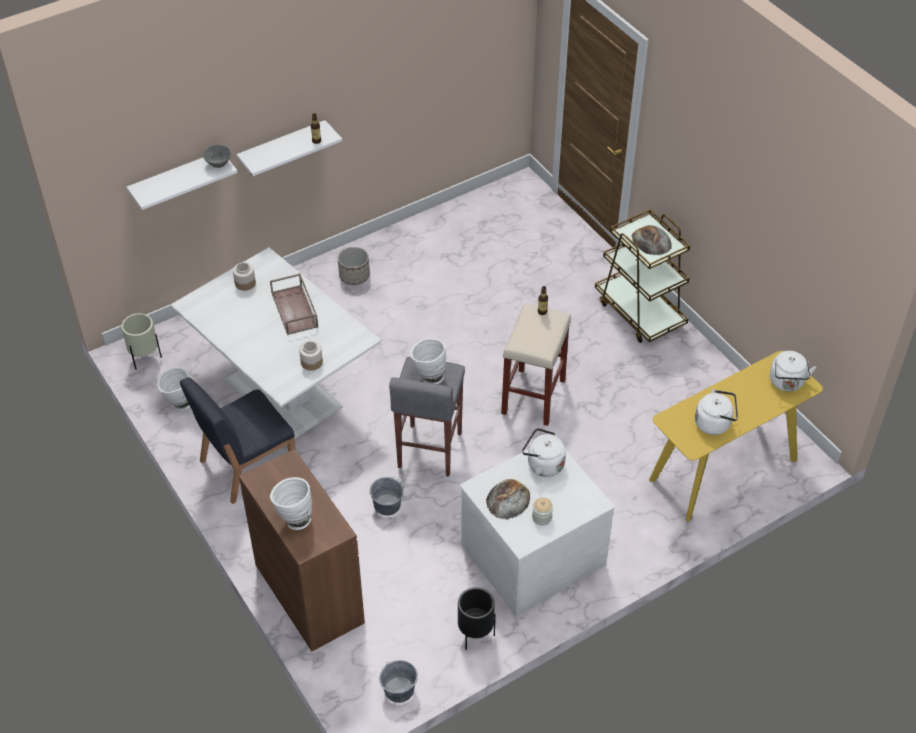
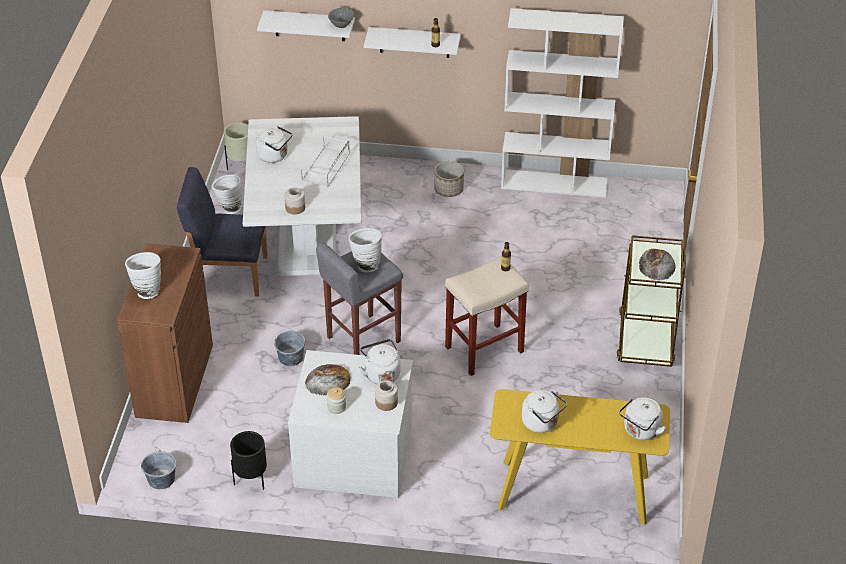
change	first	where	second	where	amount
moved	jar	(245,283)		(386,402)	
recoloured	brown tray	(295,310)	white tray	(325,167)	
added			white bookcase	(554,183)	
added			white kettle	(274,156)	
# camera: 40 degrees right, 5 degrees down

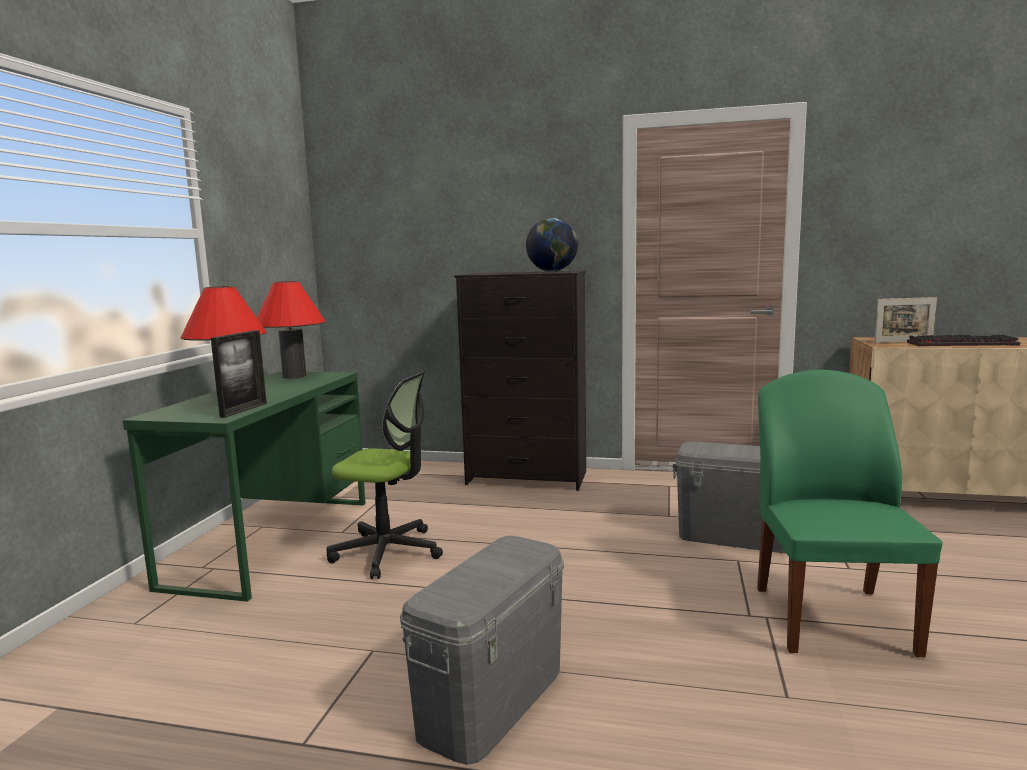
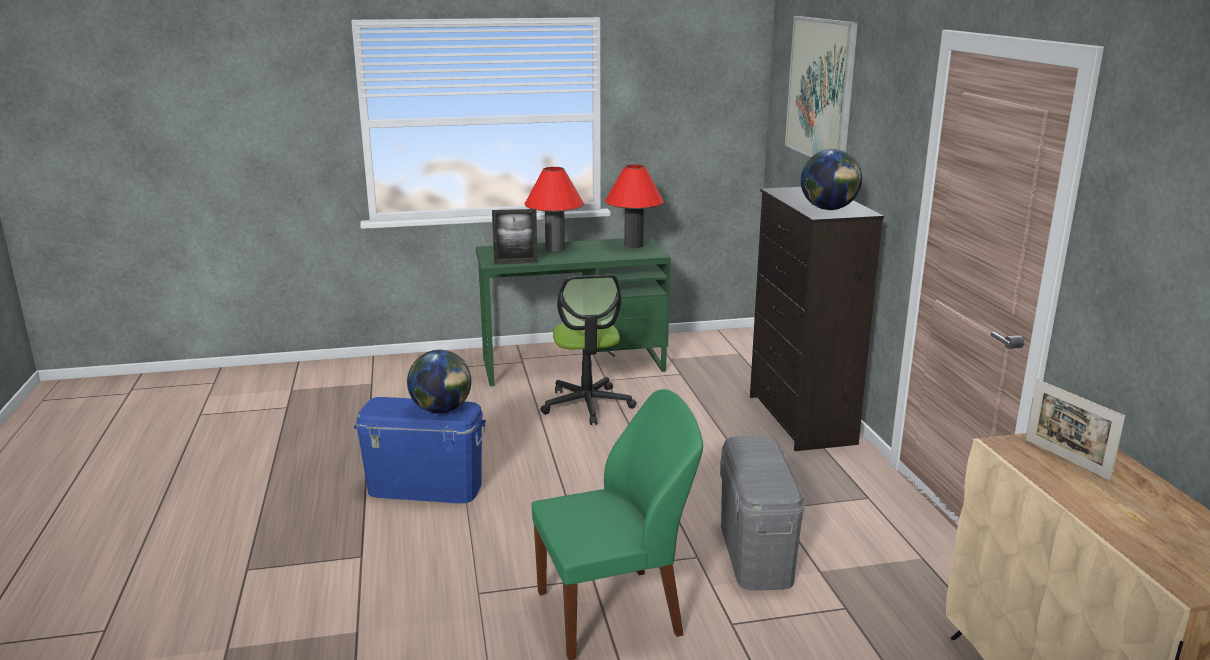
change	first	where	second	where	amount
removed	keyboard	(962,344)			
recoloured	grey storage box	(492,700)	blue storage box	(425,487)	
added			picture	(821,89)	
added			globe	(441,410)	
# camera: 65 degrees right, 10 degrees up

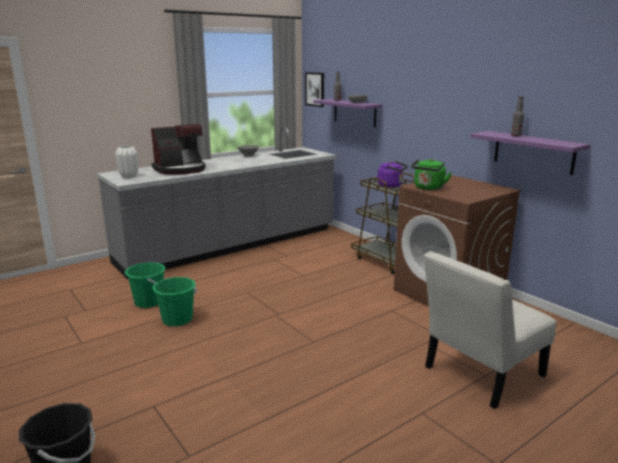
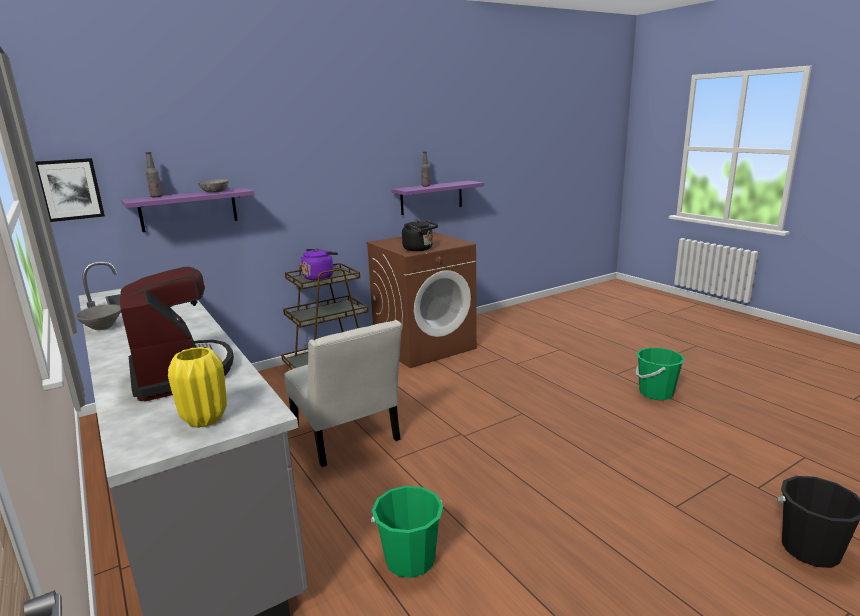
change	first	where	second	where	amount
recoloured	white vase	(129,176)	yellow vase	(204,420)	
recoloured	green kettle	(428,188)	black kettle	(419,249)	
moved	white chair	(479,374)		(347,437)	
moved	green bucket	(177,319)		(656,393)	
# camera: 85 degrees left, 0 degrees up

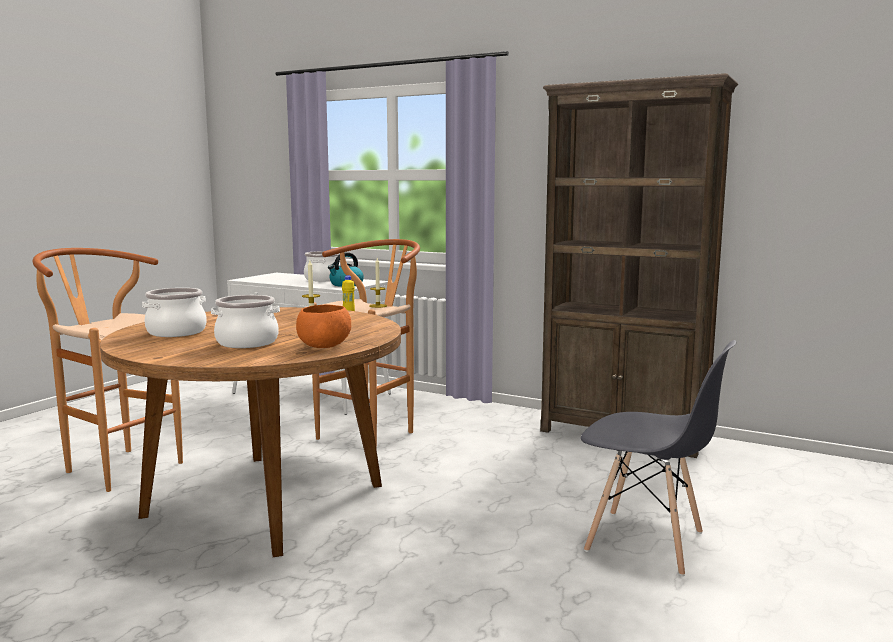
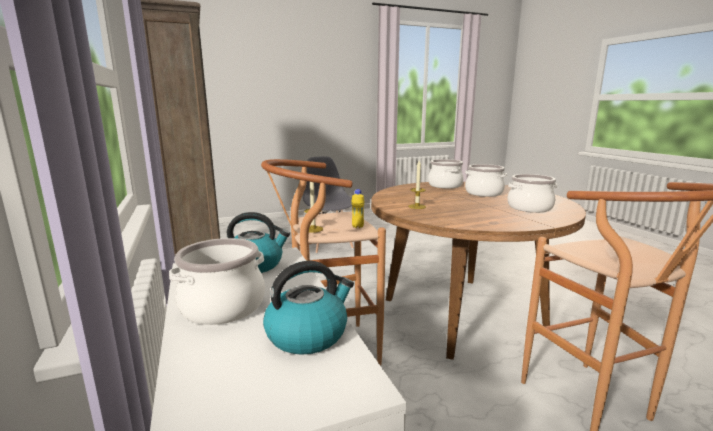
change	first	where	second	where	amount
replaced	orange bowl	(323,346)	cooking pot	(445,185)	
added			kettle	(308,334)	
# camera: 140 degrees left, 5 degrees up

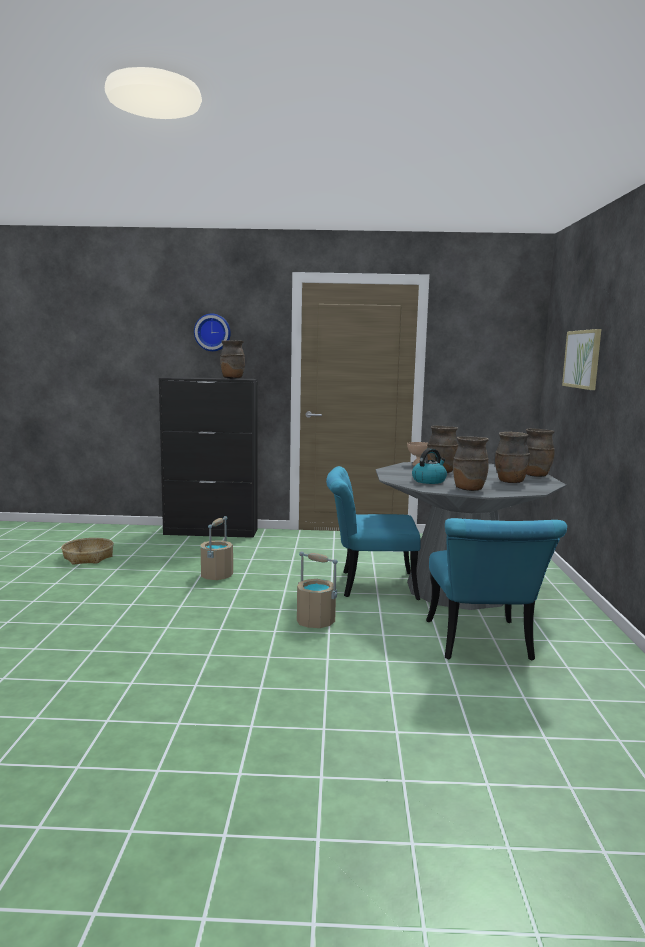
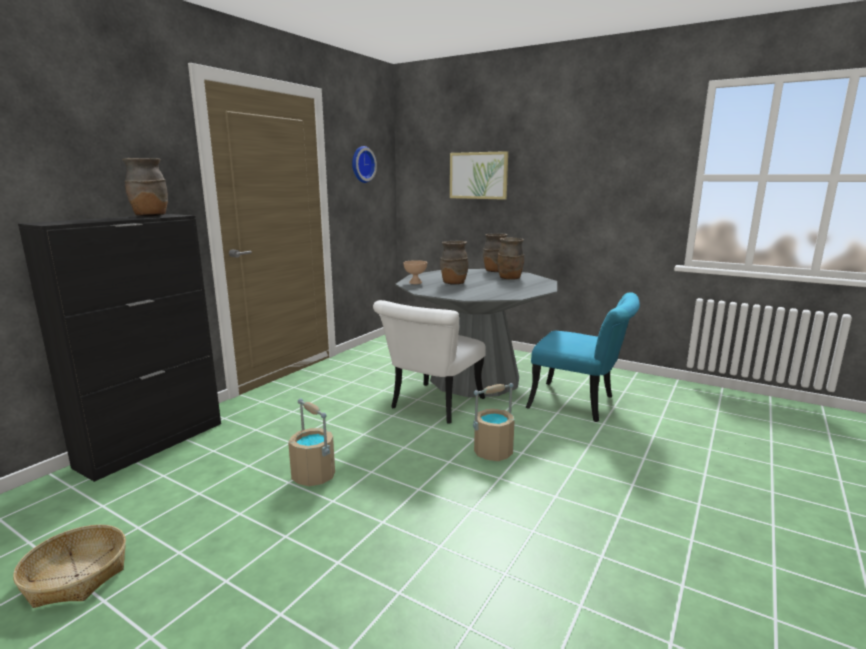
change	first	where	second	where	amount
moved	wall clock	(212,332)		(361,164)	
removed	brown vase	(468,489)			
removed	kettle	(429,481)			
recoloured	turquoise chair	(368,585)	white chair	(432,407)	
# camera: 60 degrees left, 5 degrees up

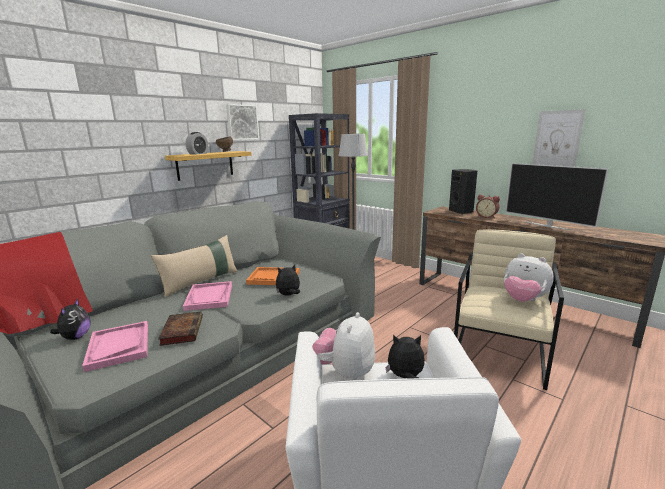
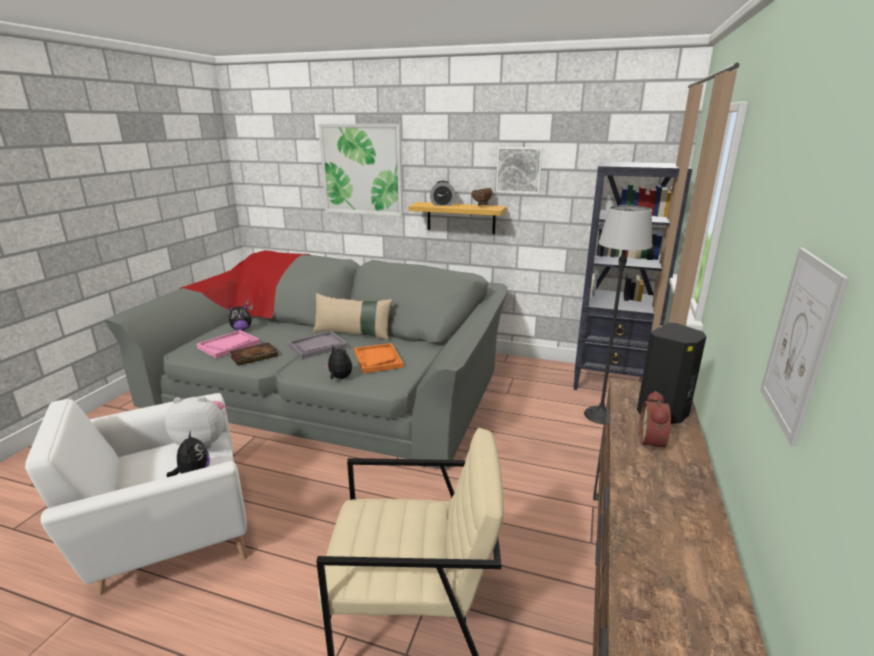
change	first	where	second	where	amount
removed	television	(547,225)			
removed	plush toy	(523,300)			
recoloured	pink tray	(209,297)	grey tray	(317,346)	
added			picture	(362,170)	
# camera: 65 degrees right, 5 degrees up

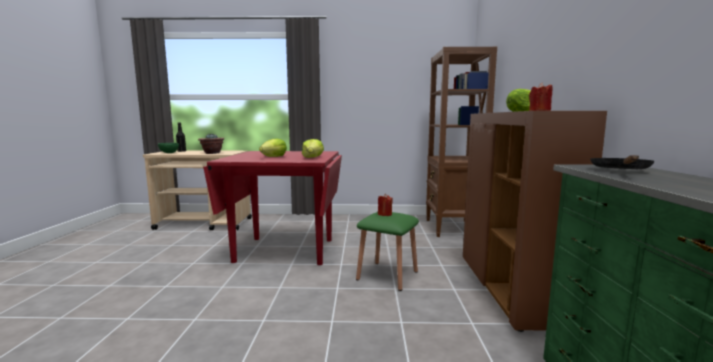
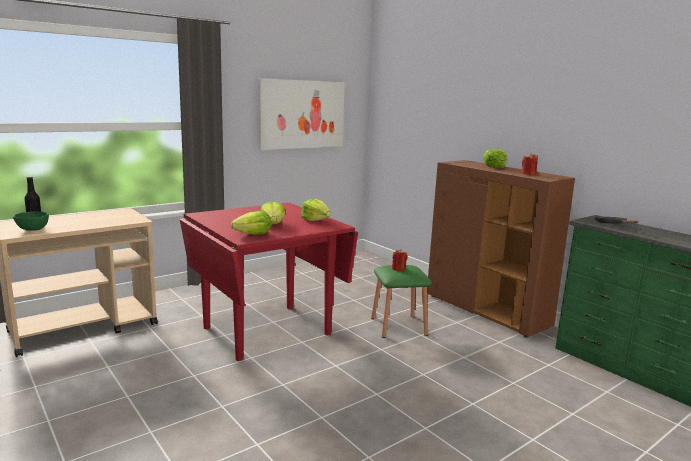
change	first	where	second	where	amount
removed	brown bookcase	(452,228)			
removed	potted plant	(212,153)			
added			picture	(302,114)	
added			lettuce	(253,234)	
# camera: 40 degrees left, 5 degrees up

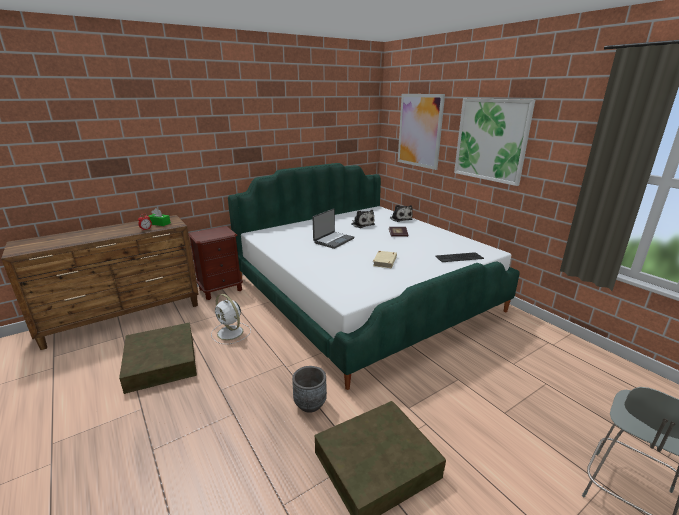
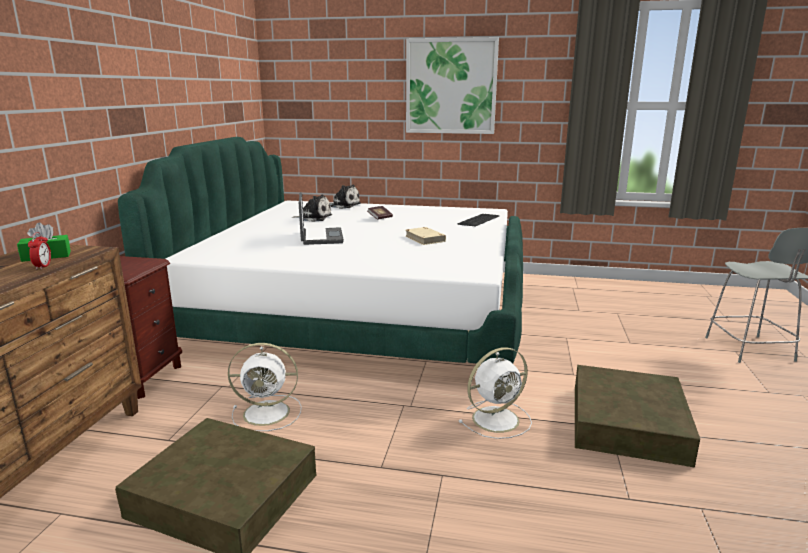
change	first	where	second	where	amount
removed	picture	(419,130)			
replaced	grey planter	(310,403)	white fan	(497,419)	
# camera: 45 degrees left, 5 degrees down

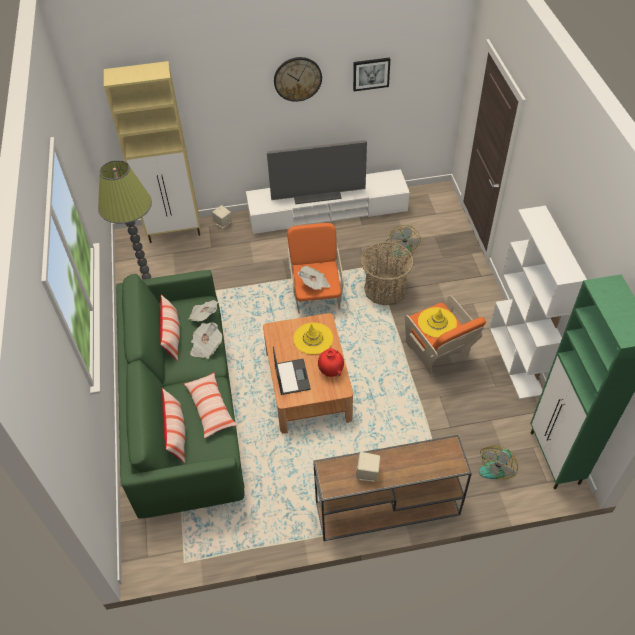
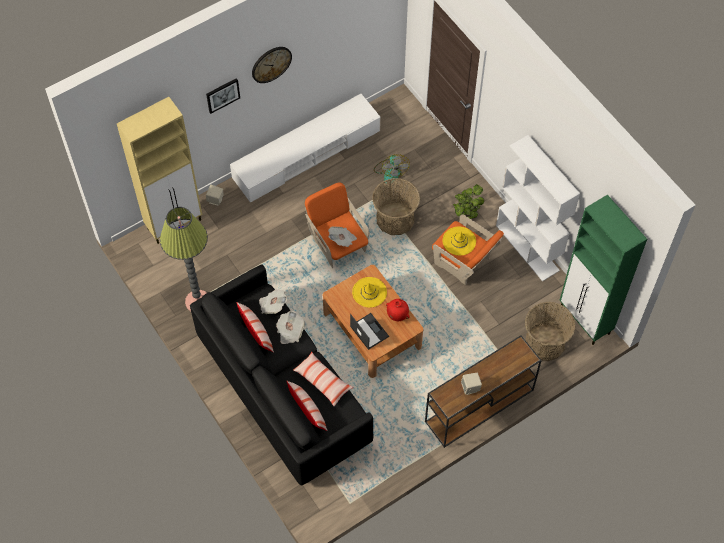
change	first	where	second	where	amount
moved	picture	(371,73)		(222,95)	
removed	television	(317,193)			
recoloured	green sofa	(185,411)	black sofa	(283,389)	
replaced	fan	(496,466)	basket	(545,342)	
added			potted plant	(466,213)	
# camera: 25 degrees left, 10 degrees up

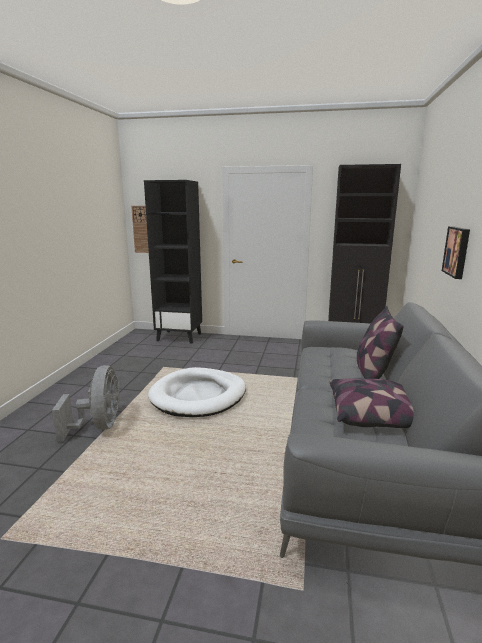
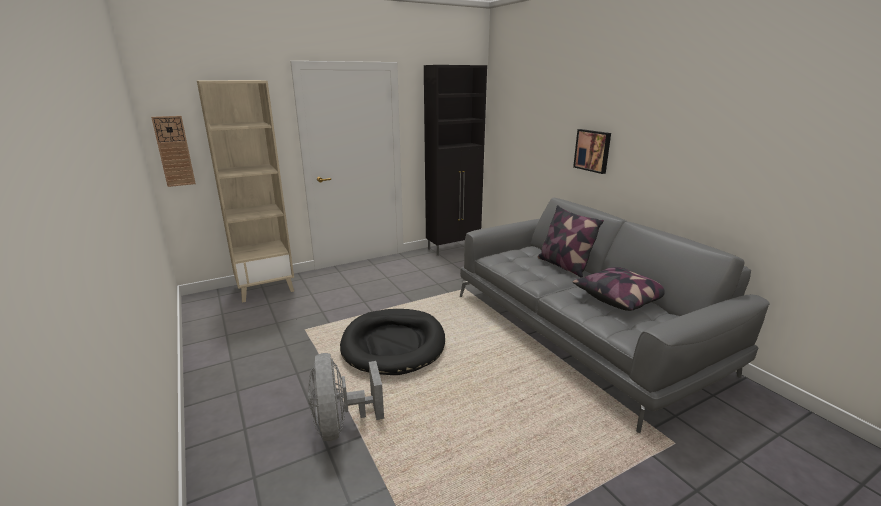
change	first	where	second	where	amount
recoloured	black bookcase	(179,337)	beige bookcase	(266,288)	
turned	grey fan	(99,426)		(341,424)	150 degrees counterclockwise
recoloured	white dog bed	(198,396)	black dog bed	(393,344)	
# camera: 40 degrees left, 5 degrees up

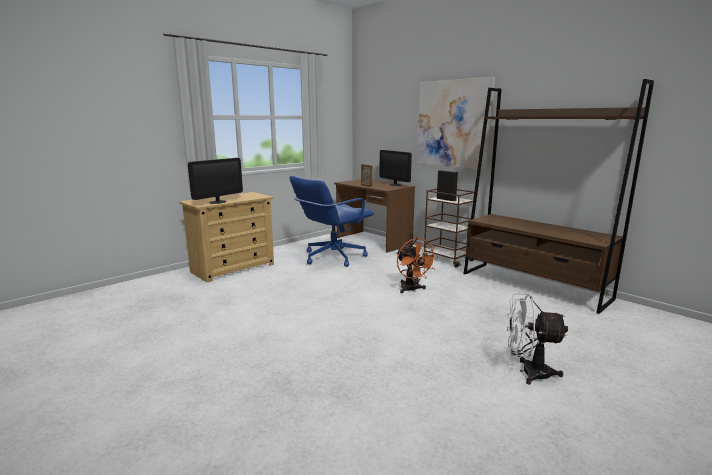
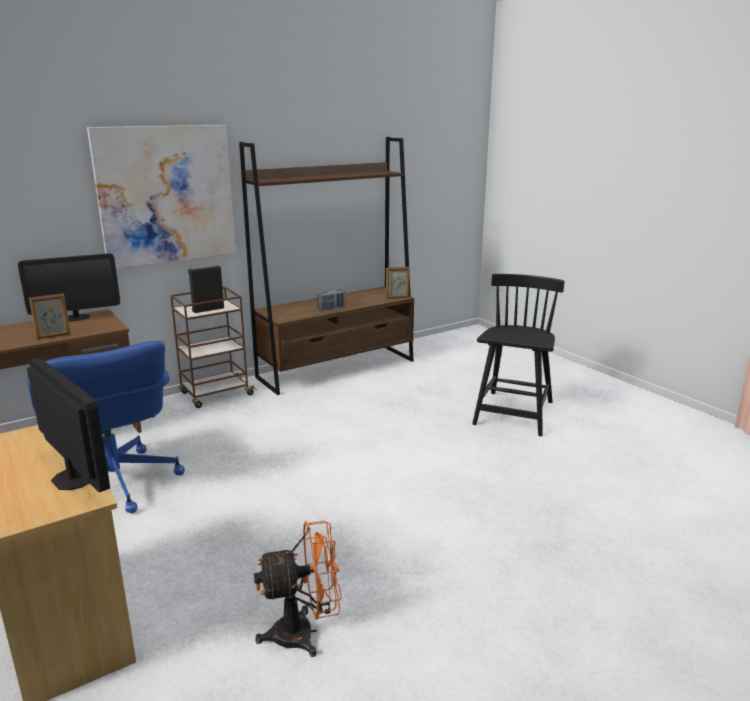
change	first	where	second	where	amount
moved	orange fan	(412,290)		(304,633)	
replaced	white fan	(528,372)	black chair	(514,414)	
added			picture frame	(397,297)	
added			radio	(331,308)	
# camera: 80 degrees left, 5 degrees up

